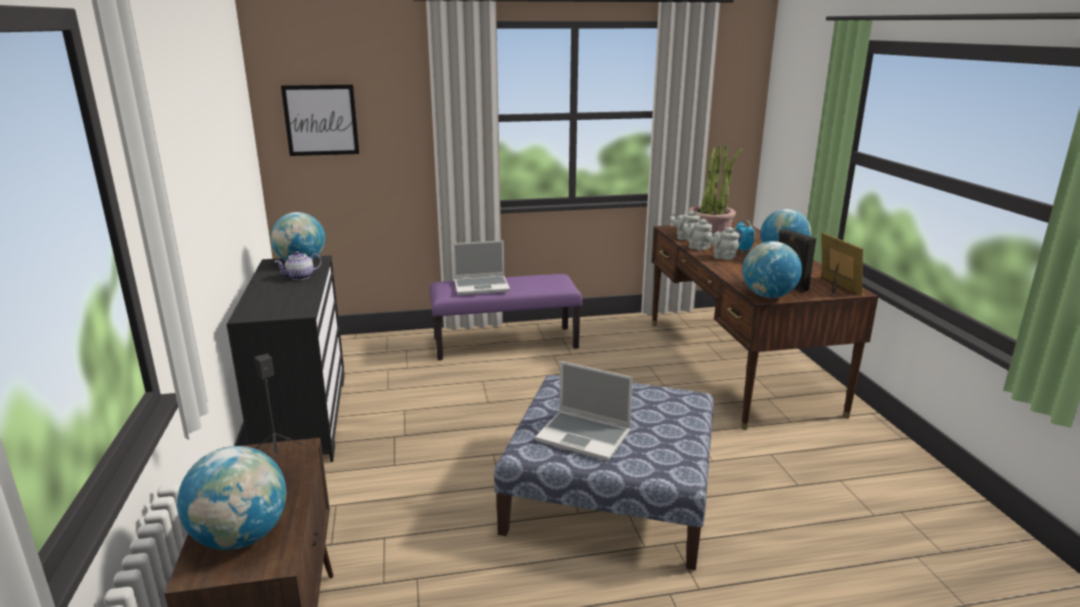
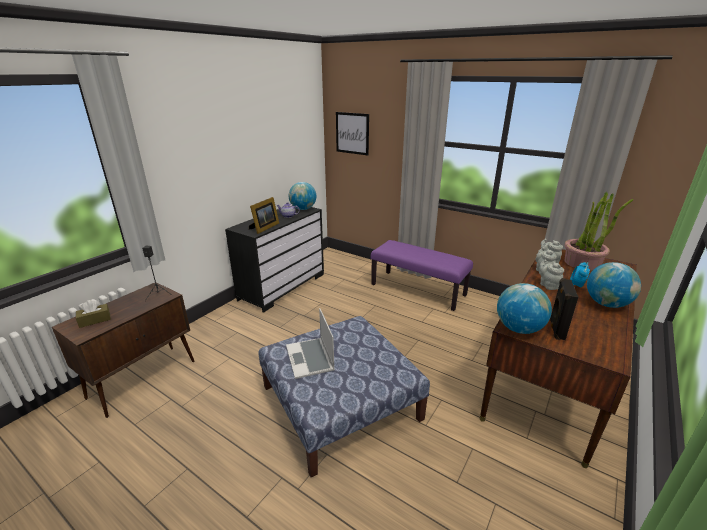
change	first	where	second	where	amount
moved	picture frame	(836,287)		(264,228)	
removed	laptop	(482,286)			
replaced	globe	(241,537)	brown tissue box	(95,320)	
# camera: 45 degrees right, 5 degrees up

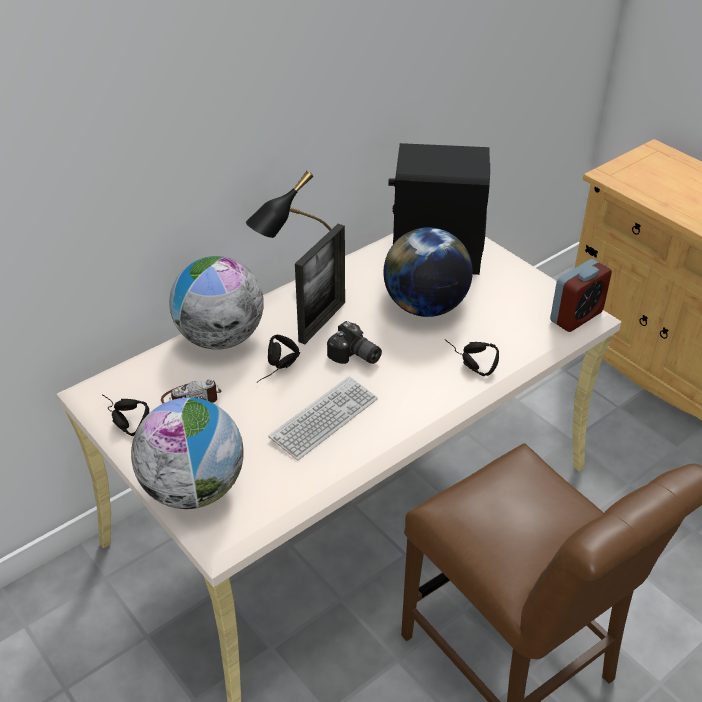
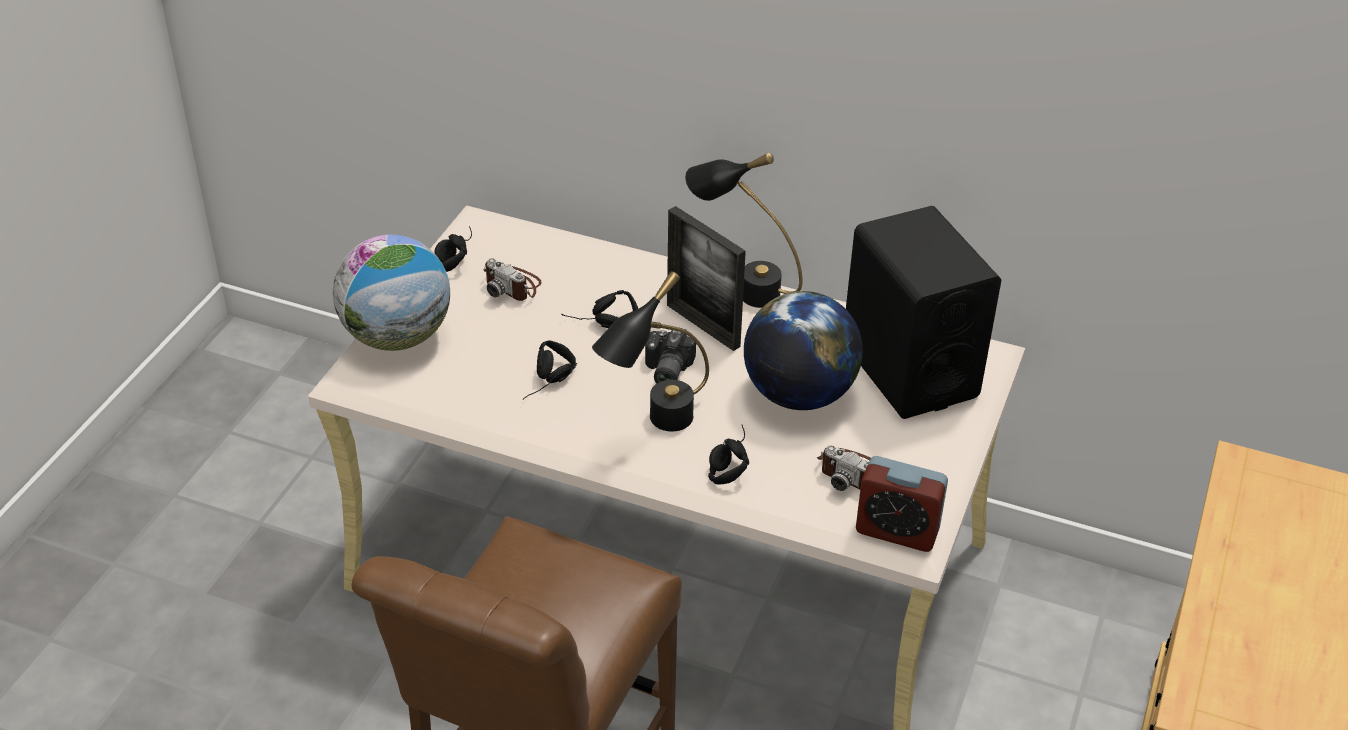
change	first	where	second	where	amount
turned	picture frame	(322,321)		(703,325)	45 degrees clockwise
removed	globe	(220,338)			
replaced	keyboard	(324,419)	black headphones	(551,384)	
added			black table lamp	(654,426)	
added			photo camera	(851,472)	
# camera: 60 degrees right, 0 degrees up

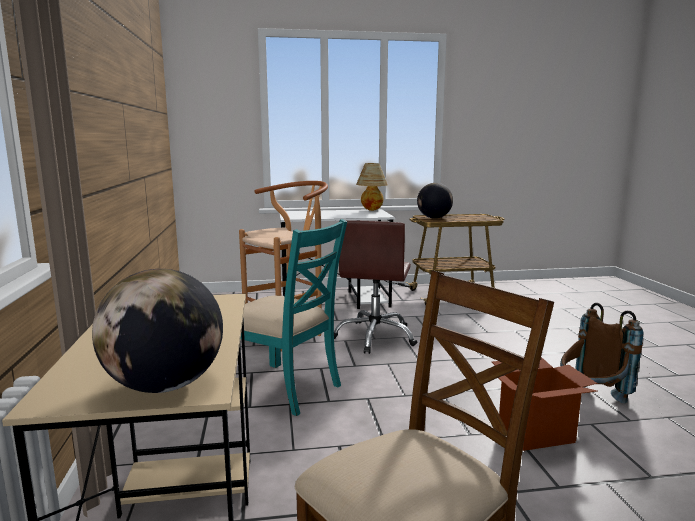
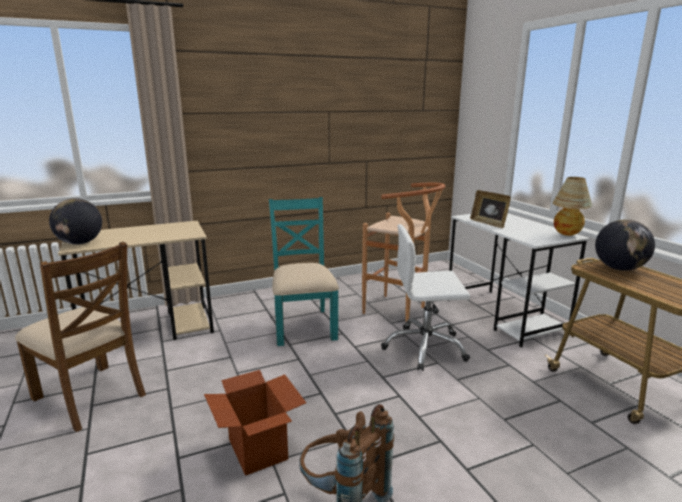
change	first	where	second	where	amount
turned	turquoise chair	(284,388)		(303,326)	150 degrees clockwise
recoloured	brown office chair	(375,337)	white office chair	(425,348)	
added			picture frame	(489,223)	
# camera: 75 degrees right, 5 degrees up

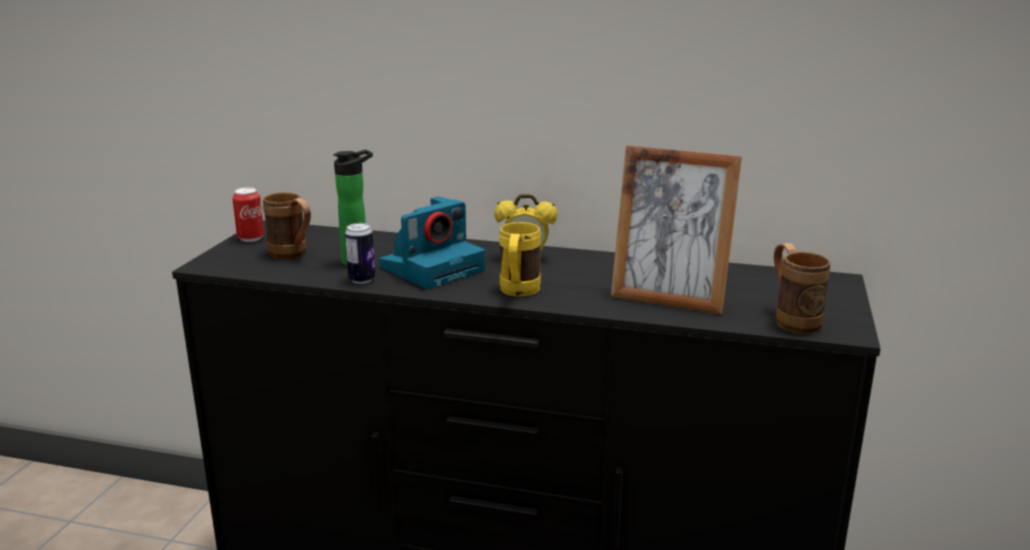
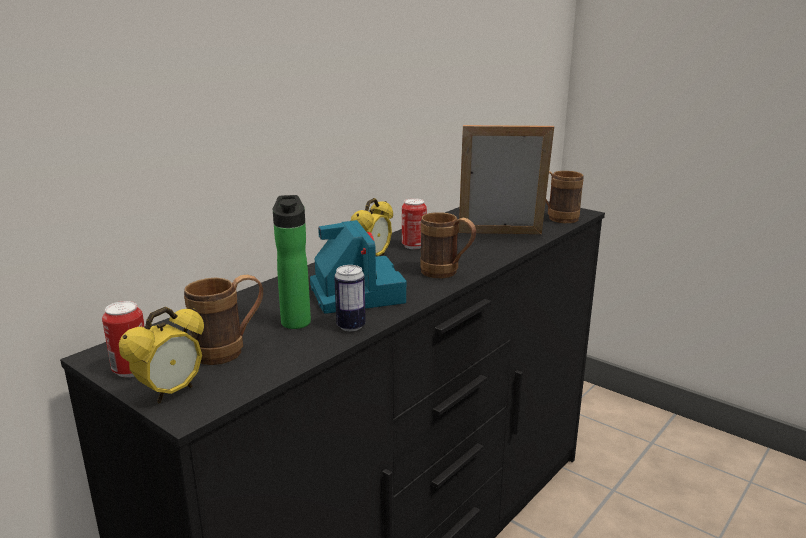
change	first	where	second	where	amount
turned	picture frame	(669,299)		(500,236)	135 degrees counterclockwise
recoloured	yellow mug	(517,293)	brown mug	(446,273)	
added			can	(413,246)	
added			alarm clock	(171,393)	
# camera: 65 degrees left, 0 degrees up

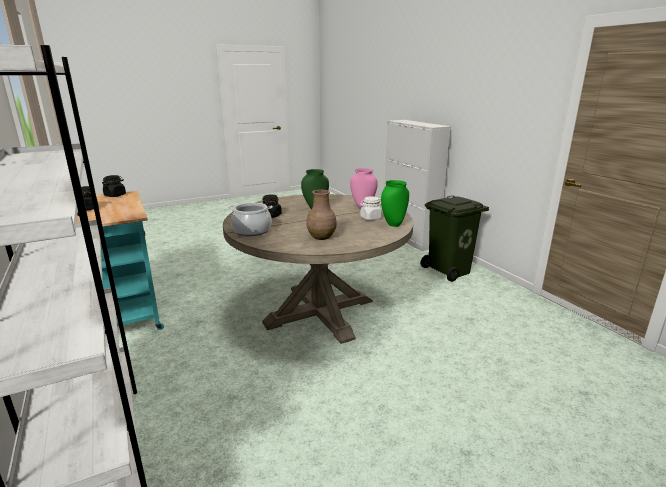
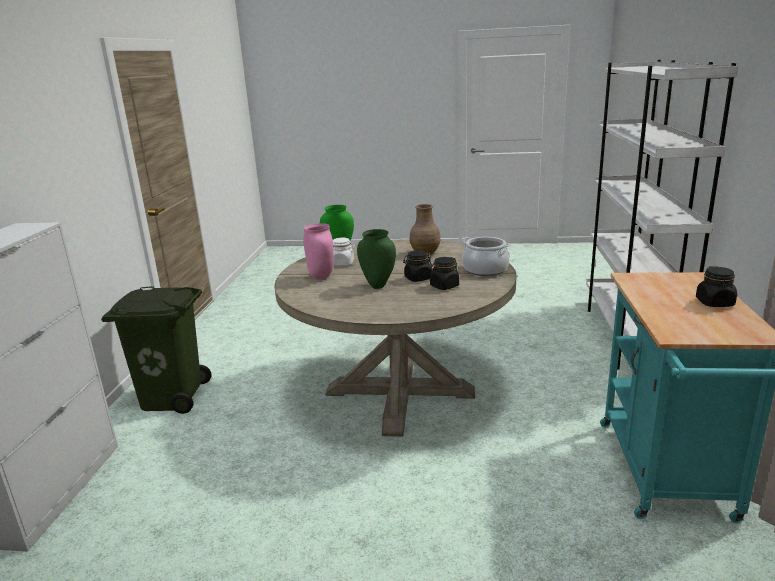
change	first	where	second	where	amount
moved	black jar	(115,195)		(418,278)	
# camera: 145 degrees left, 0 degrees up

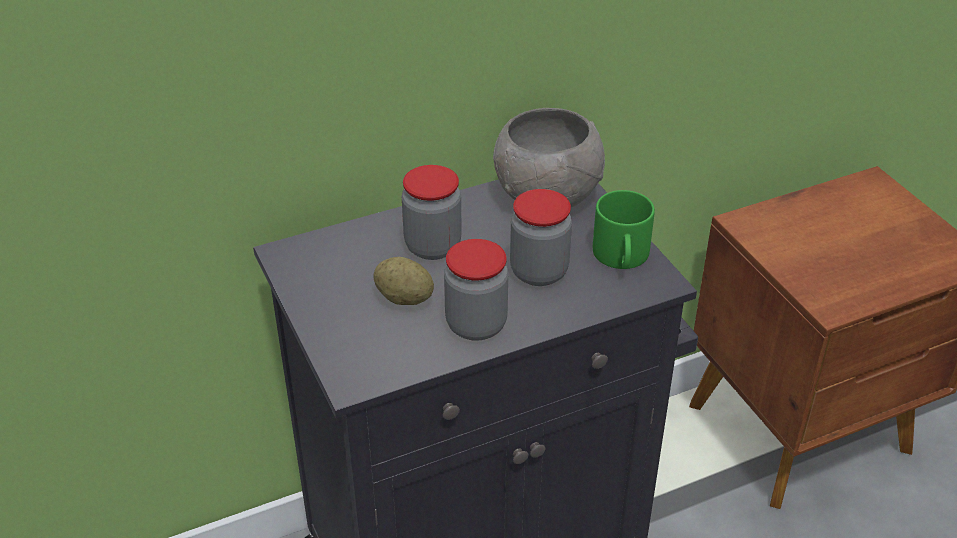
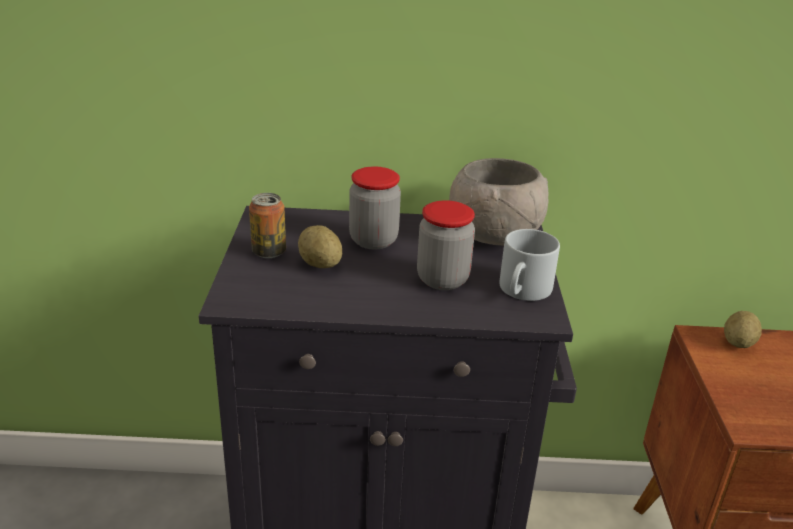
change	first	where	second	where	amount
recoloured	green mug	(622,258)	grey mug	(523,291)	
removed	jar	(476,325)			
added			can	(269,252)	
added			potato	(738,343)	
# camera: 25 degrees right, 10 degrees down

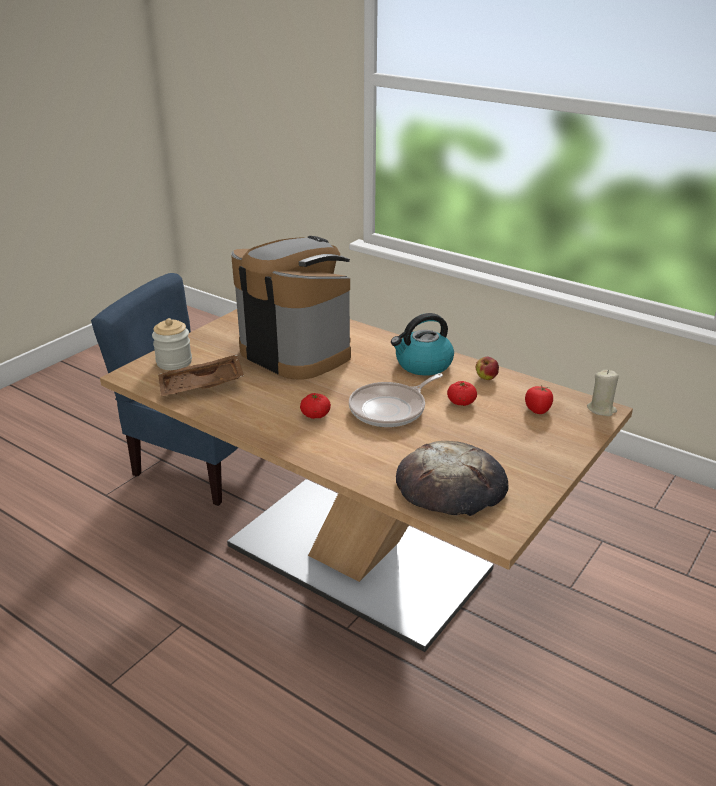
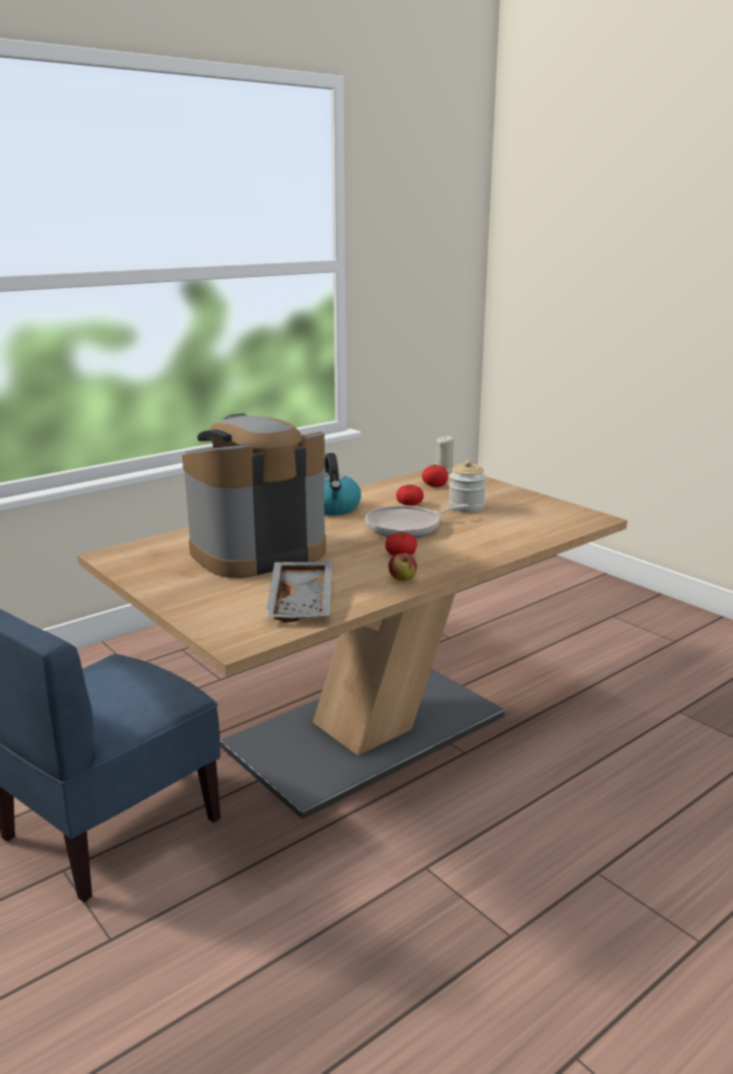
change	first	where	second	where	amount
moved	jar	(174,362)		(466,507)	
recoloured	brown tray	(201,386)	grey tray	(303,602)	
moved	apple	(486,378)		(402,579)	
turned	frying pan	(391,409)		(407,527)	90 degrees clockwise
removed	bread	(452,486)			
# camera: 75 degrees left, 10 degrees down

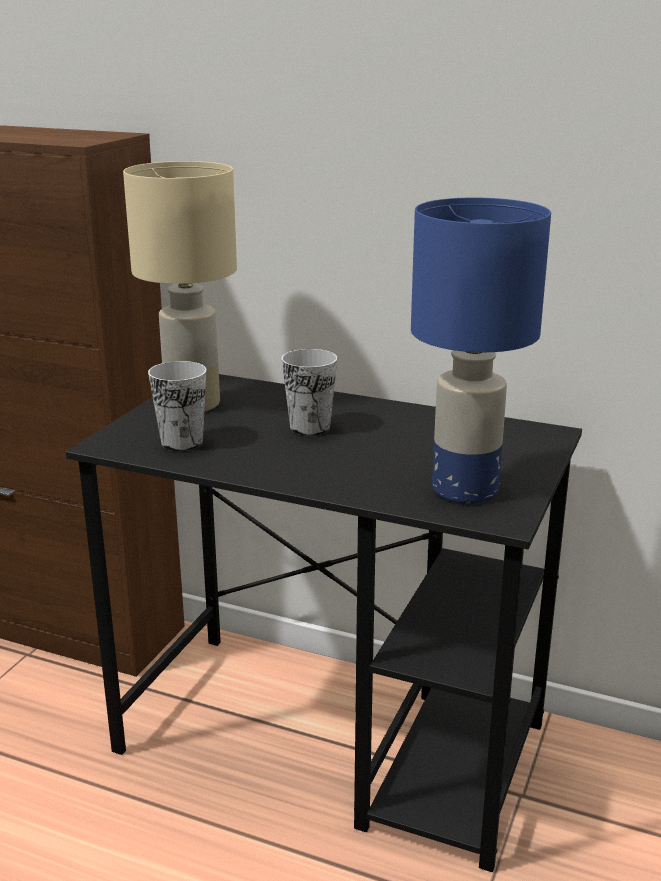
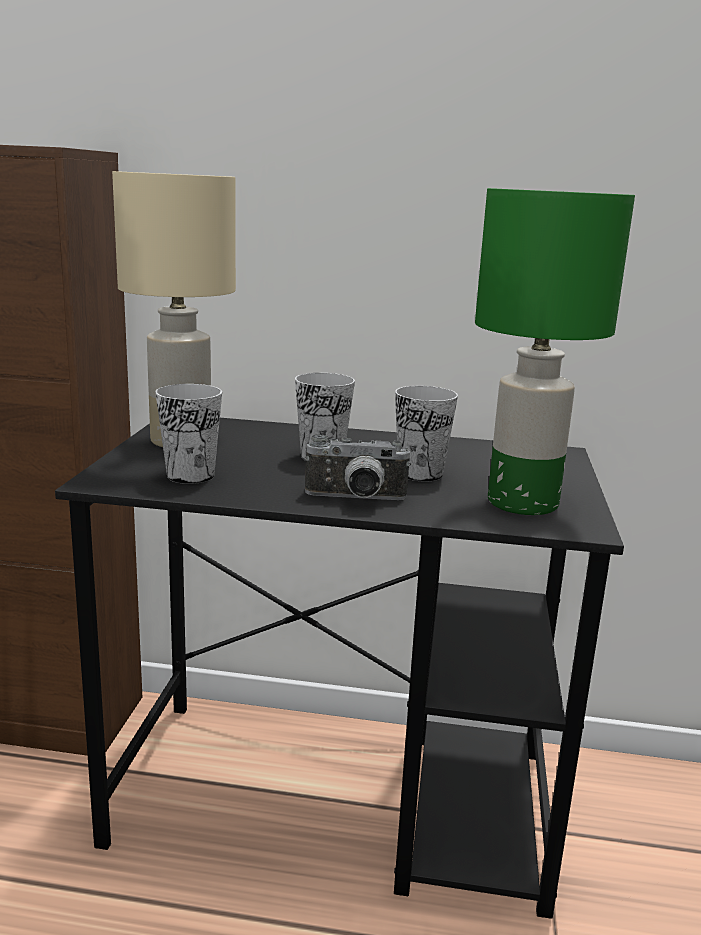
change	first	where	second	where	amount
recoloured	blue table lamp	(465,489)	green table lamp	(522,502)	
added			cup	(420,473)	
added			photo camera	(355,499)	
# camera: 15 degrees left, 5 degrees down

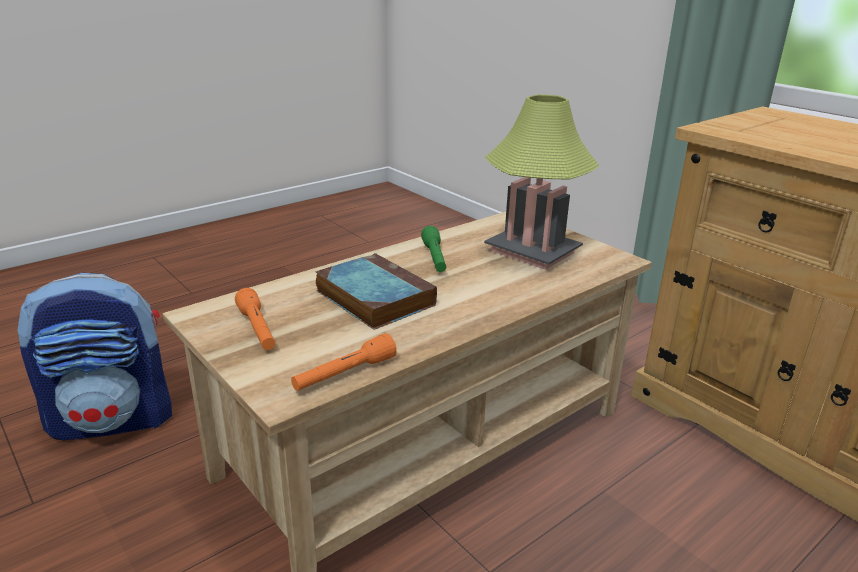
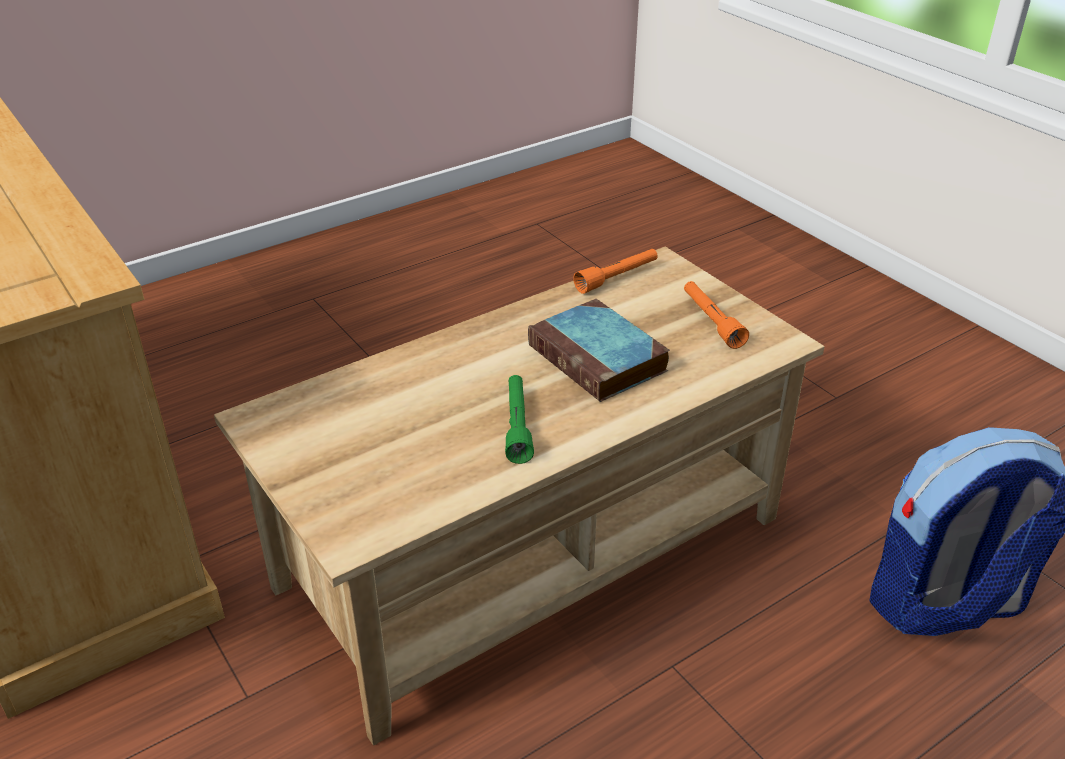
change	first	where	second	where	amount
removed	table lamp	(532,252)			
# camera: 175 degrees left, 10 degrees up

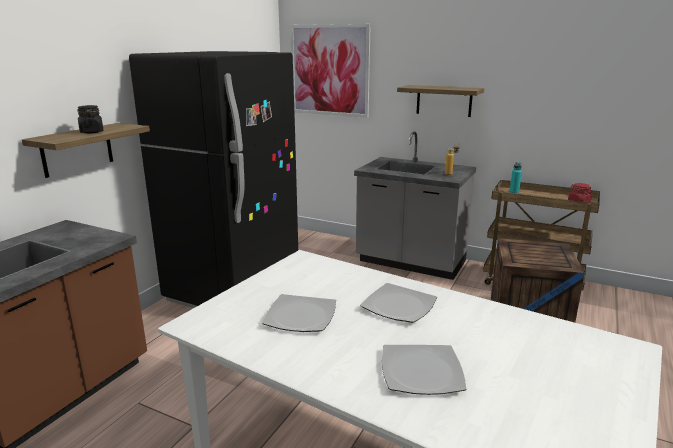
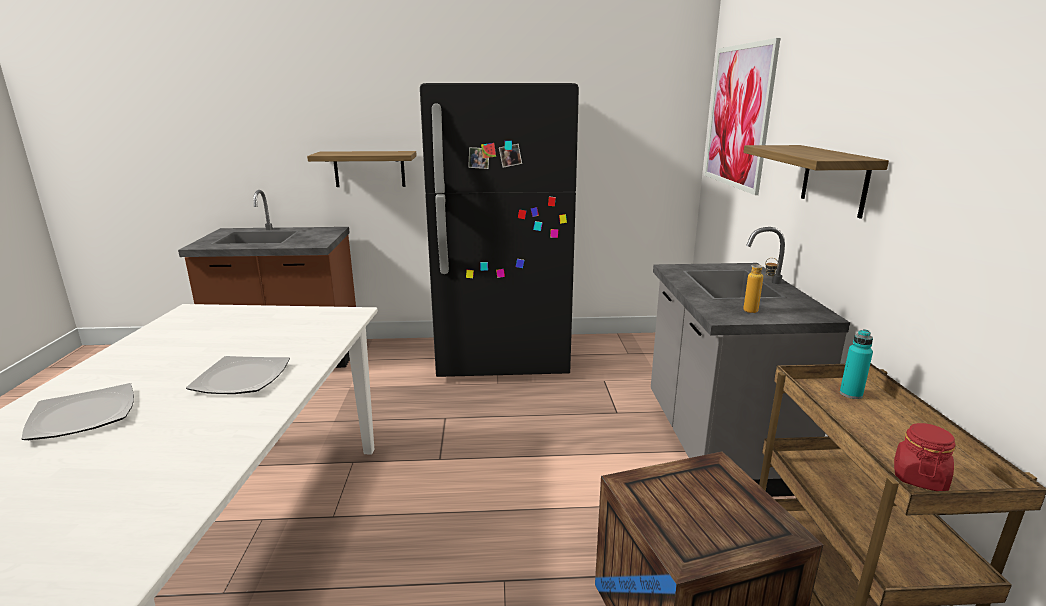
change	first	where	second	where	amount
removed	black jar	(92,132)			
removed	plate	(299,316)			
# camera: 60 degrees right, 0 degrees up

